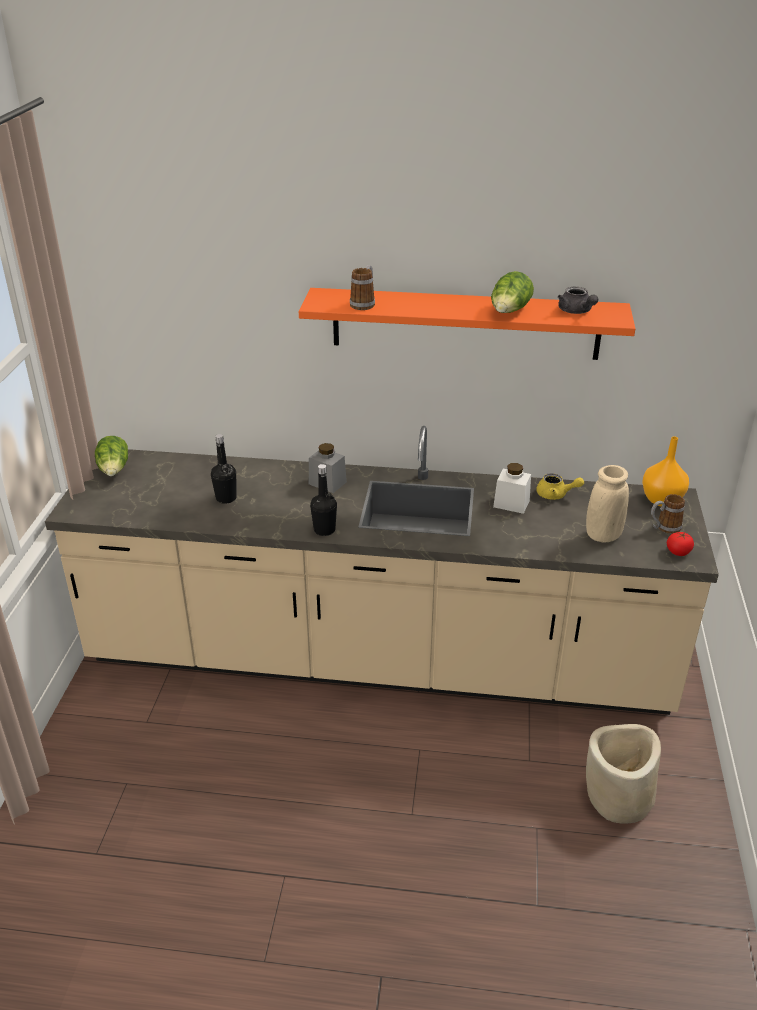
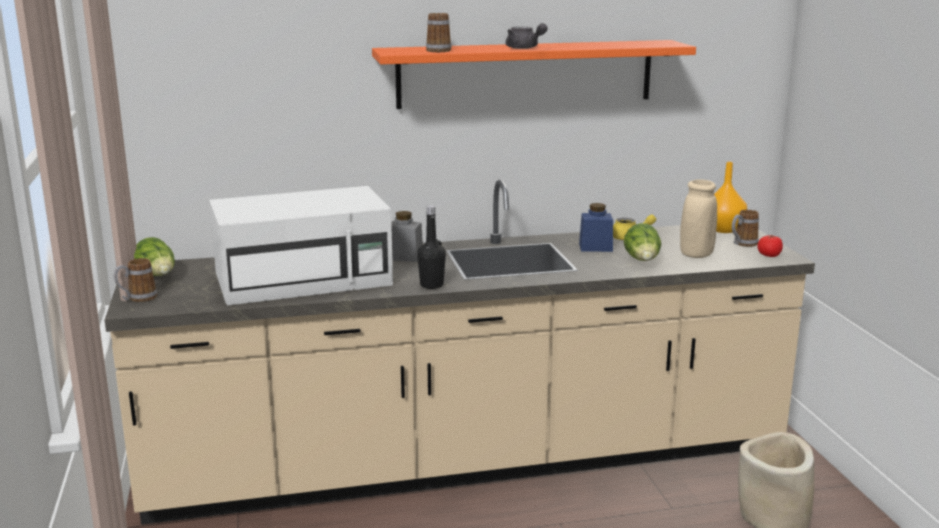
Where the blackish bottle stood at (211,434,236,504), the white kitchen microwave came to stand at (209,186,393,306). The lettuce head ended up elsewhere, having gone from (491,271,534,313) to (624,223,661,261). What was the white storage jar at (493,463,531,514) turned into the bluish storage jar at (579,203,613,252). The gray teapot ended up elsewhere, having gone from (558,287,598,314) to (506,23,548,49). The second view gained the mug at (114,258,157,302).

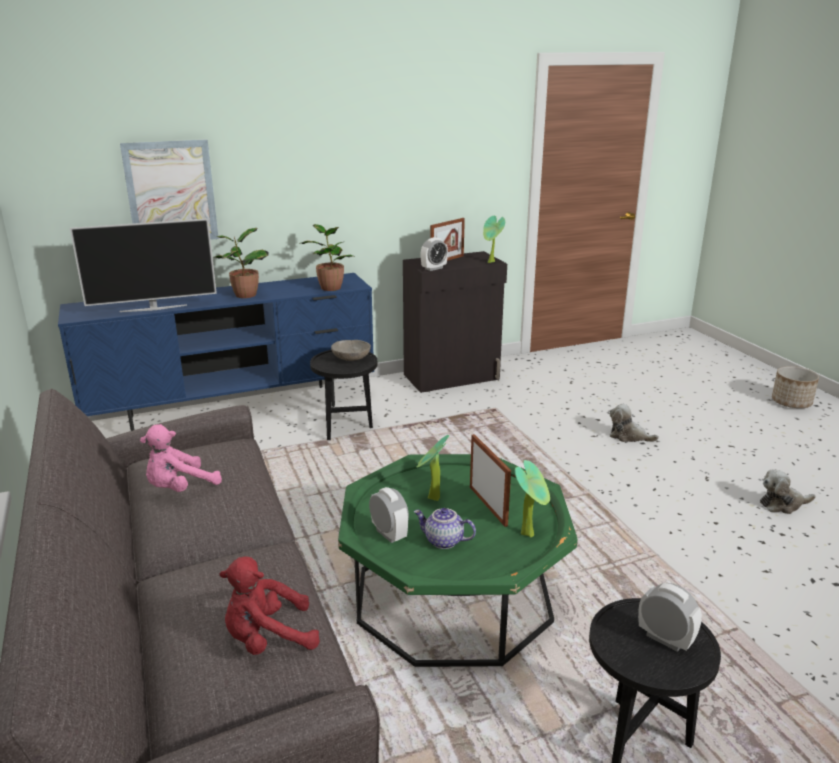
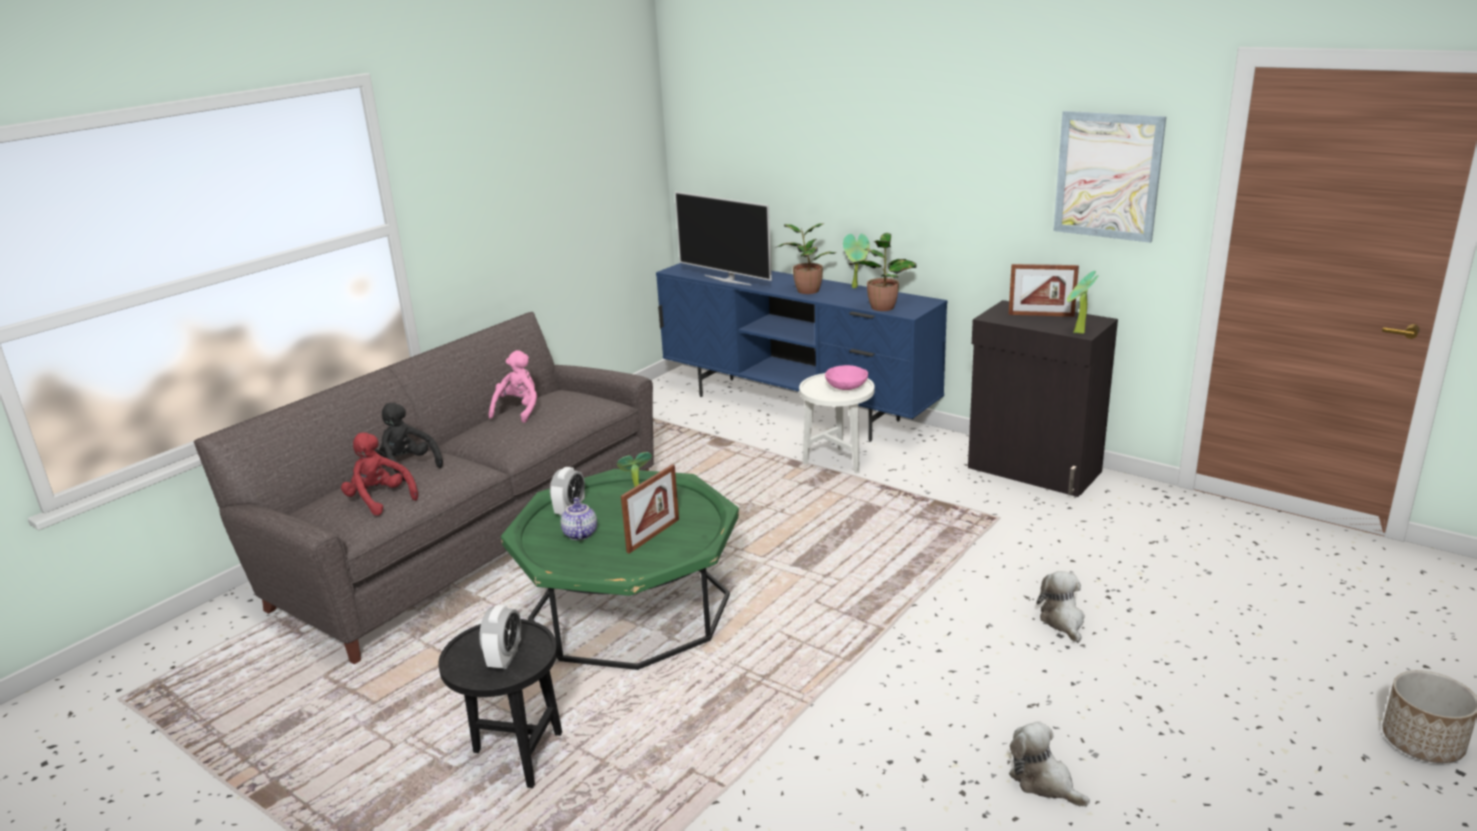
The picture ended up elsewhere, having gone from (120,139,219,240) to (1053,111,1166,243). The pink-coloured plush toy at (140,424,222,492) ended up facing another way, 90 degrees clockwise from before. What was the blackish end table at (310,350,377,440) turned into the white end table at (799,373,875,474). What was the gray serving bowl at (331,340,371,361) turned into the pink-coloured serving bowl at (825,365,868,390). The second view lost the alarm clock at (421,237,448,271). The plant in a pot ended up elsewhere, having gone from (515,460,550,537) to (843,234,870,288). The second view gained the blackish plush toy at (374,403,443,481).

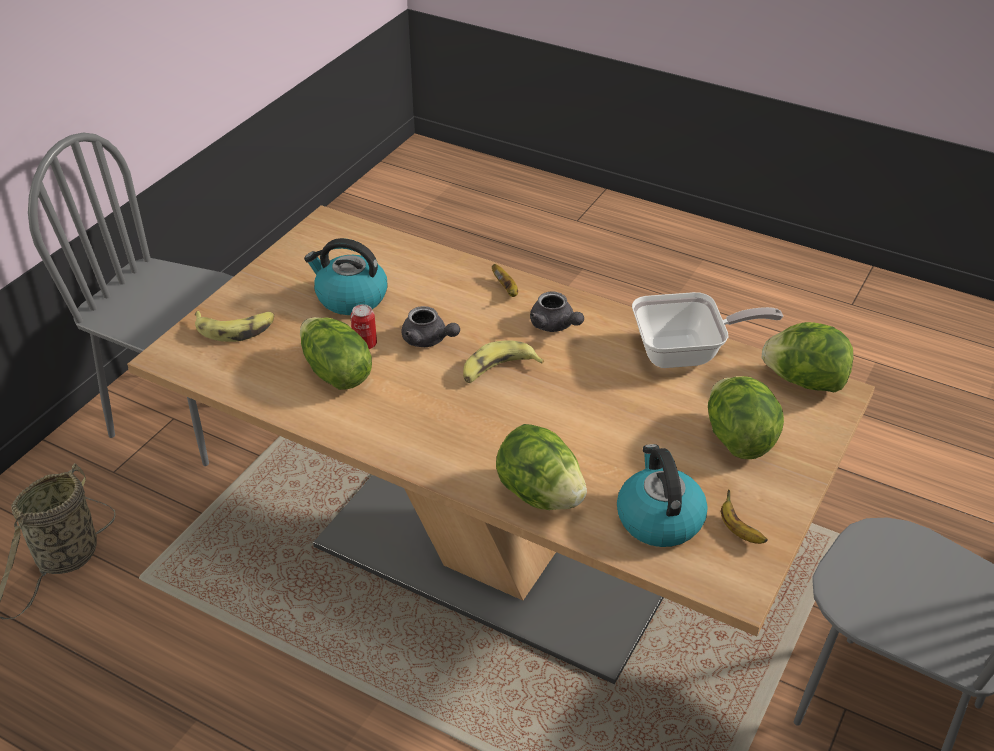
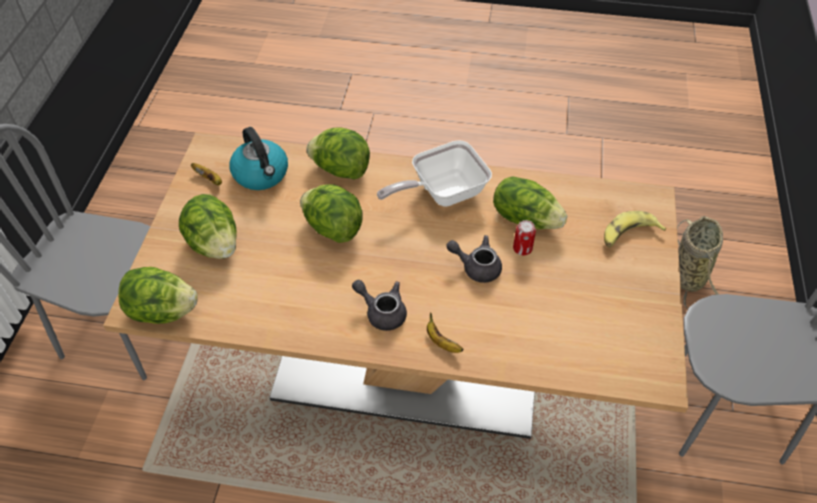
The second view lost the kettle at (304,238,387,315). The second view lost the banana at (463,340,544,383). The pan ended up elsewhere, having gone from (632,292,783,368) to (377,140,492,207). The second view gained the lettuce head at (300,184,363,243).

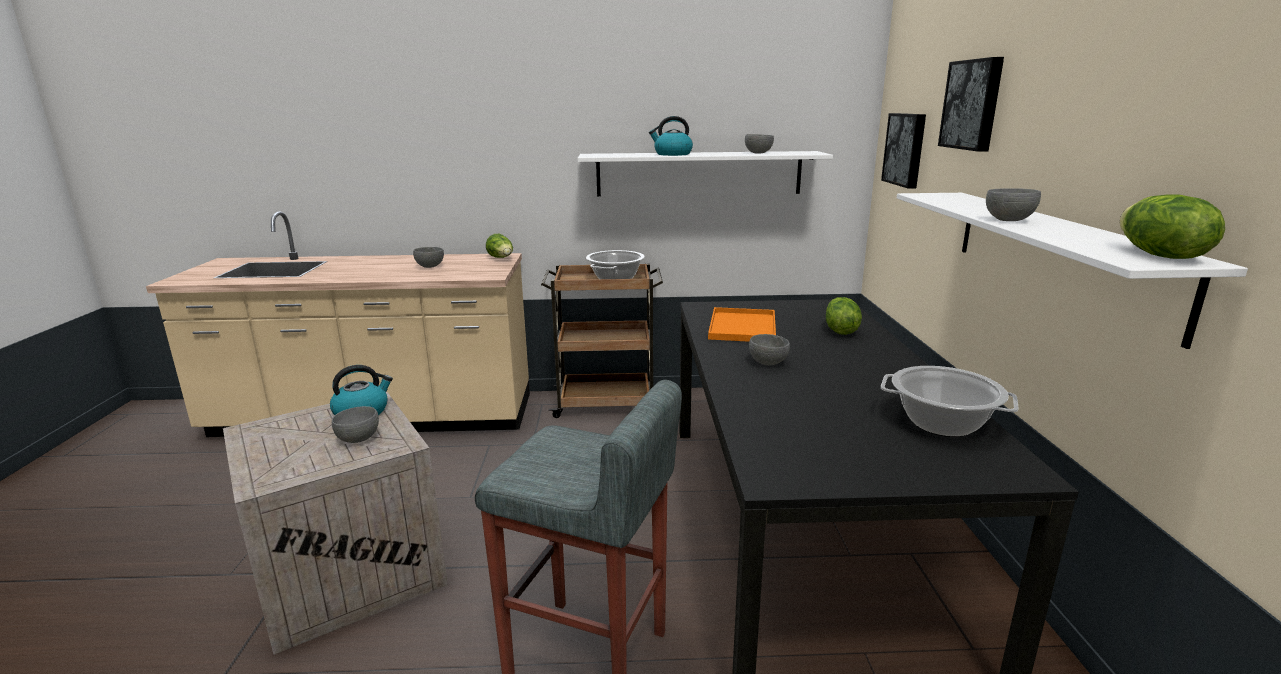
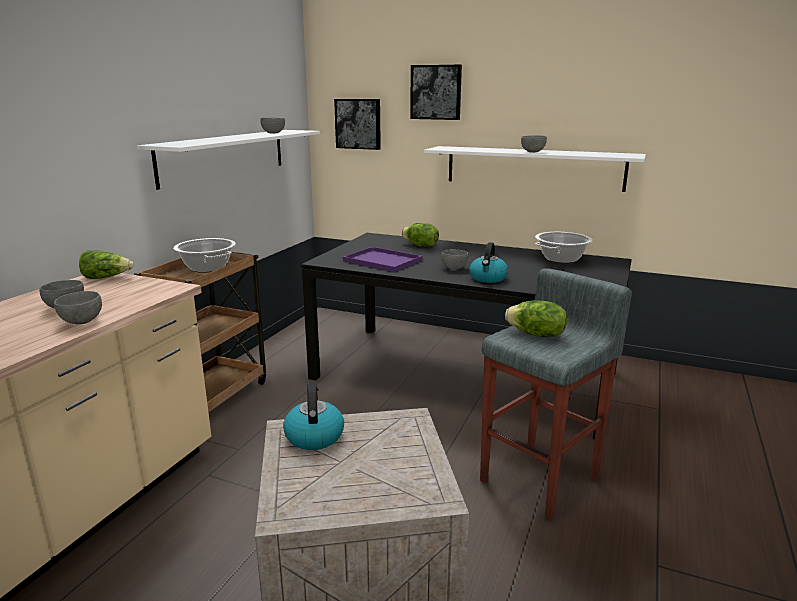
The gray serving bowl ended up elsewhere, having gone from (332,406,379,443) to (54,291,102,325). The kettle ended up elsewhere, having gone from (649,116,693,156) to (469,242,508,283). What was the orange carrying tray at (708,307,776,342) turned into the purplish carrying tray at (343,247,422,272). The lettuce head ended up elsewhere, having gone from (1120,194,1225,259) to (505,301,567,337).

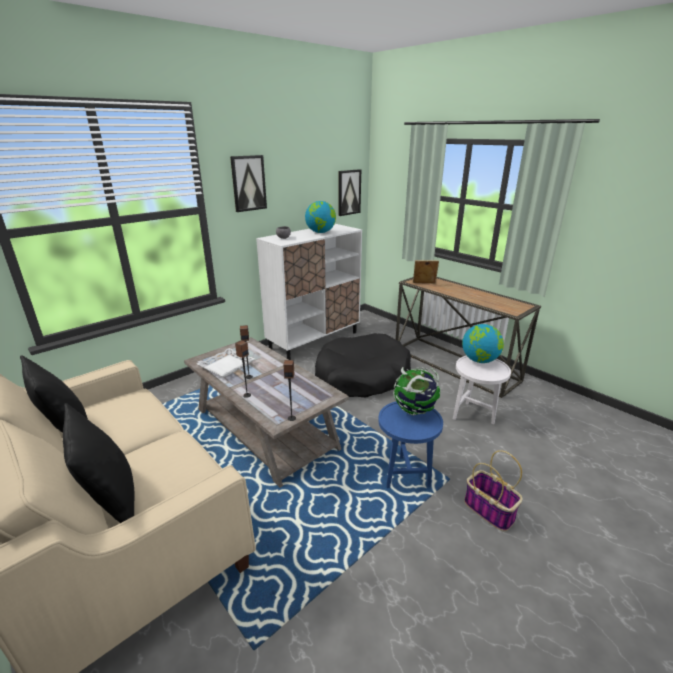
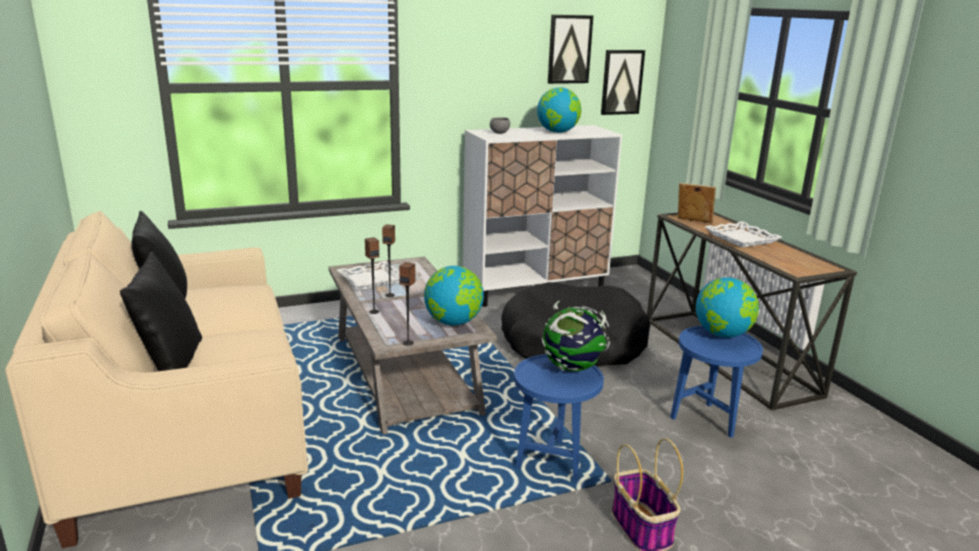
The picture ended up elsewhere, having gone from (230,155,267,212) to (548,15,593,84). What was the white end table at (453,355,511,424) turned into the bluish end table at (670,326,763,438). The second view gained the desk globe at (424,266,484,326). The second view gained the white carrying tray at (705,221,782,247).

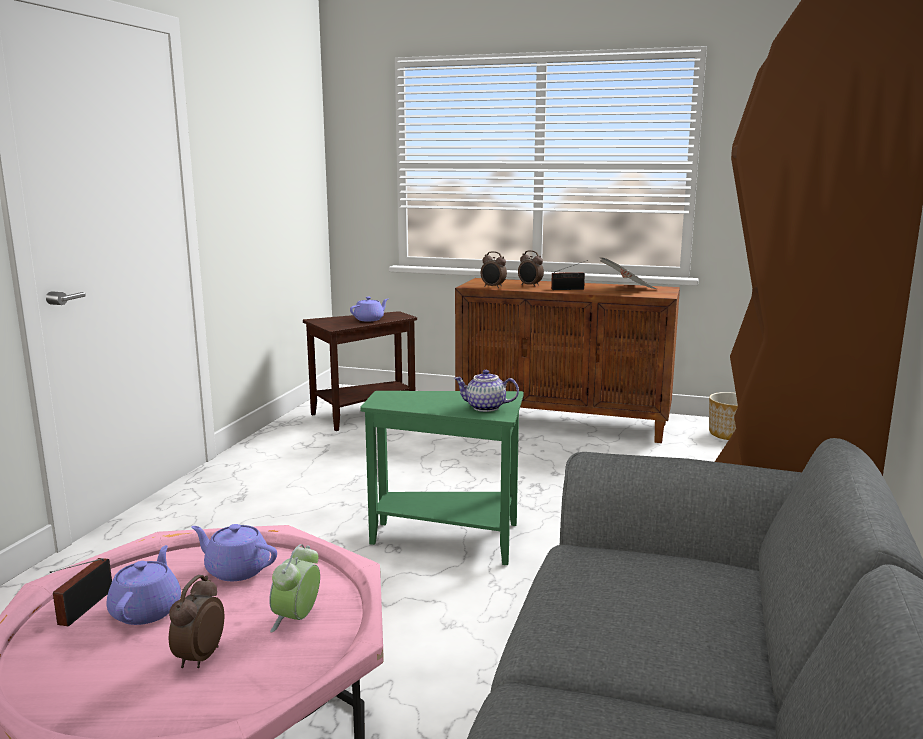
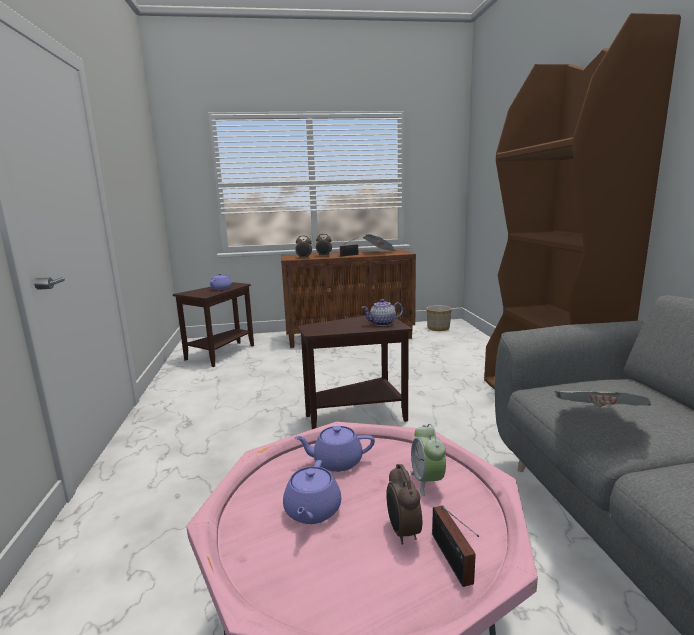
The radio ended up elsewhere, having gone from (49,558,112,626) to (432,505,479,587). The purplish teapot at (106,545,181,625) ended up facing another way, 150 degrees counterclockwise from before. What was the green end table at (360,391,524,565) turned into the brown-coloured end table at (298,316,412,429). The second view gained the daily paper at (554,391,651,407).

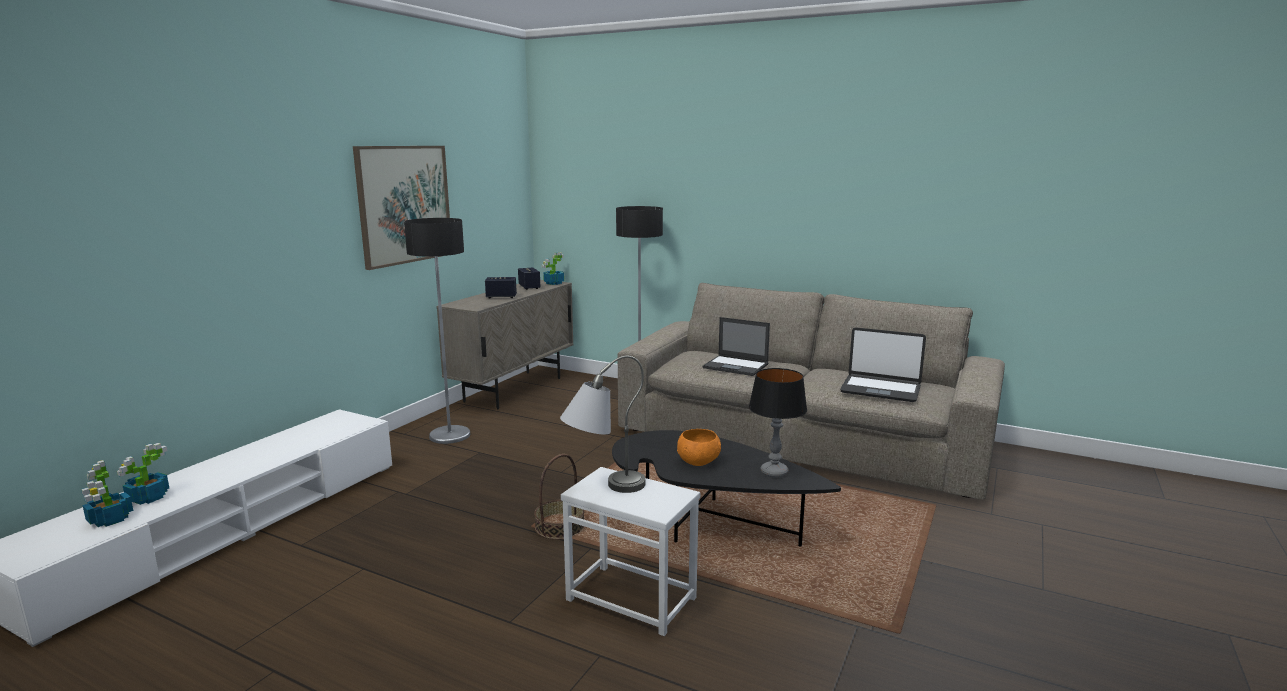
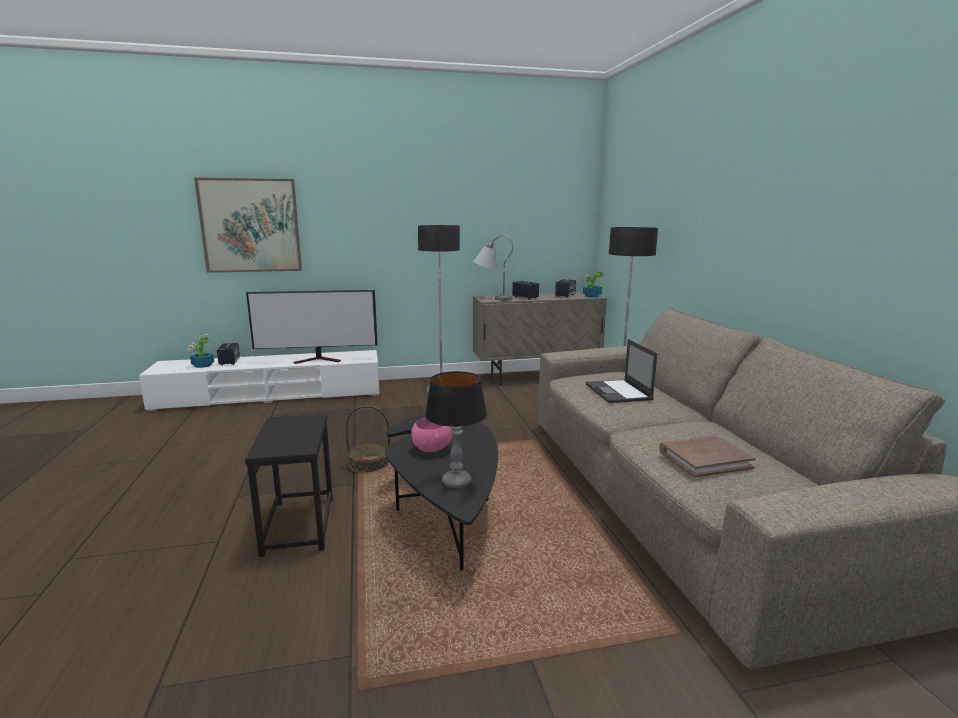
Where the plant in a pot stood at (117,443,169,505), the loudspeaker came to stand at (217,343,240,365). The picture ended up elsewhere, having gone from (353,146,450,270) to (194,178,302,273). The gray tabletop lamp ended up elsewhere, having gone from (560,356,645,493) to (474,235,513,301). What was the white end table at (561,467,700,636) turned into the blackish end table at (245,414,333,557). What was the orange serving bowl at (677,429,721,466) turned into the pink-coloured serving bowl at (411,417,453,452). Where the notebook computer stood at (840,327,926,402), the brown-coloured bound book came to stand at (659,435,756,477). The second view gained the television at (246,290,378,364).

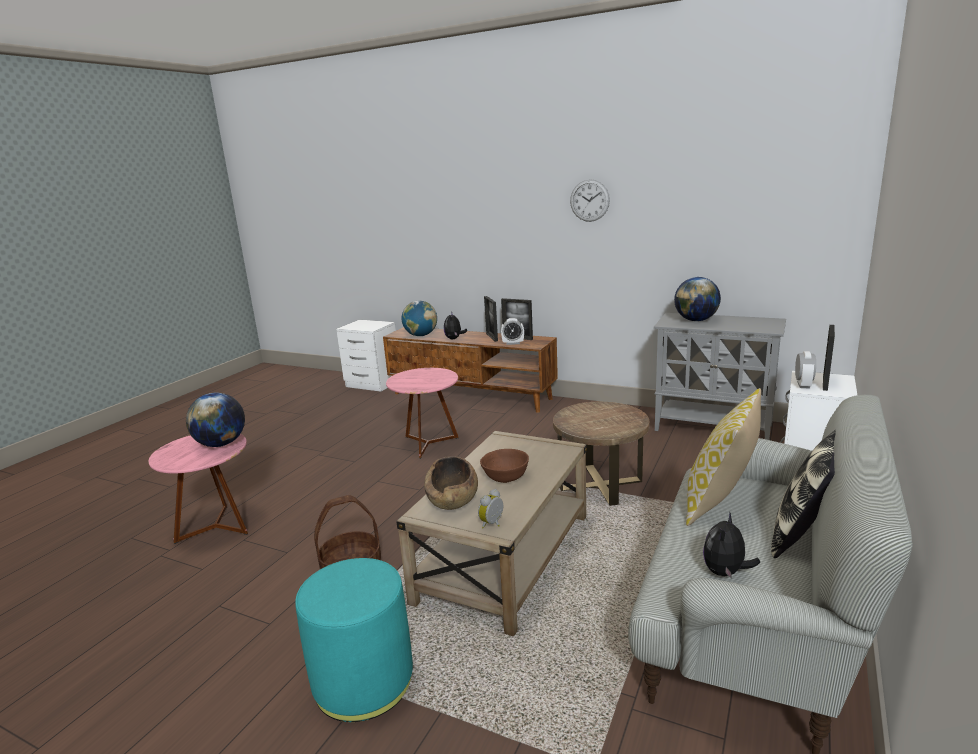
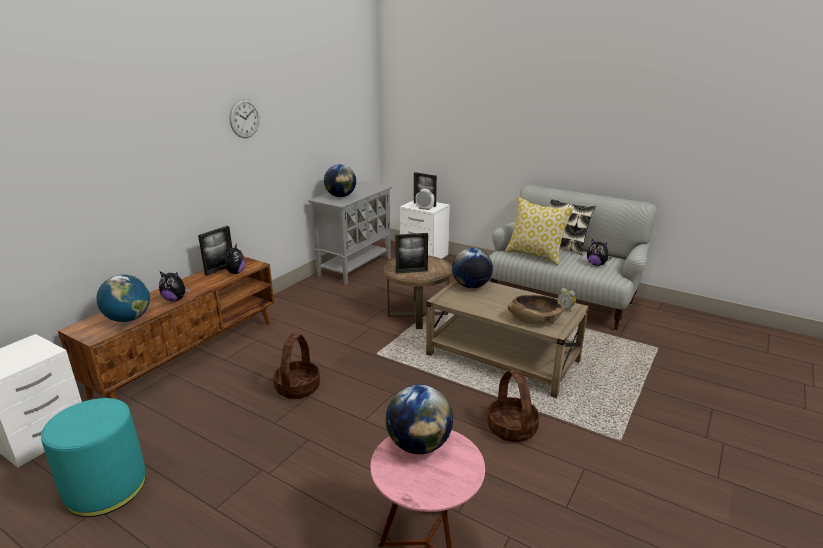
The blue-green pouffe ended up elsewhere, having gone from (295,558,413,722) to (41,398,146,517). Where the pink-coloured end table stood at (386,368,458,459), the basket came to stand at (273,333,320,399). The second view lost the brown-coloured serving bowl at (480,449,529,483). The standing frame ended up elsewhere, having gone from (484,296,498,342) to (395,233,428,274). Where the alarm clock stood at (501,318,524,345), the plush toy came to stand at (218,243,245,274). The second view gained the desk globe at (452,248,493,288).

